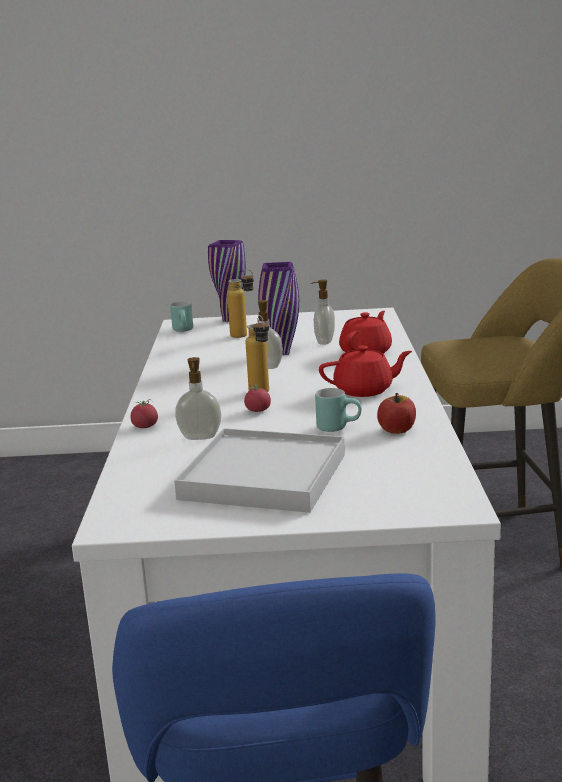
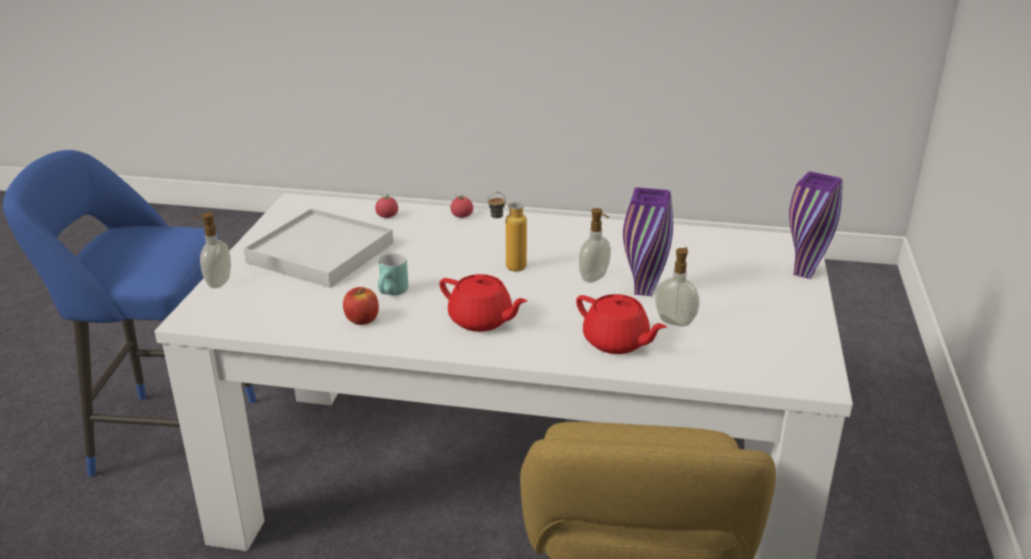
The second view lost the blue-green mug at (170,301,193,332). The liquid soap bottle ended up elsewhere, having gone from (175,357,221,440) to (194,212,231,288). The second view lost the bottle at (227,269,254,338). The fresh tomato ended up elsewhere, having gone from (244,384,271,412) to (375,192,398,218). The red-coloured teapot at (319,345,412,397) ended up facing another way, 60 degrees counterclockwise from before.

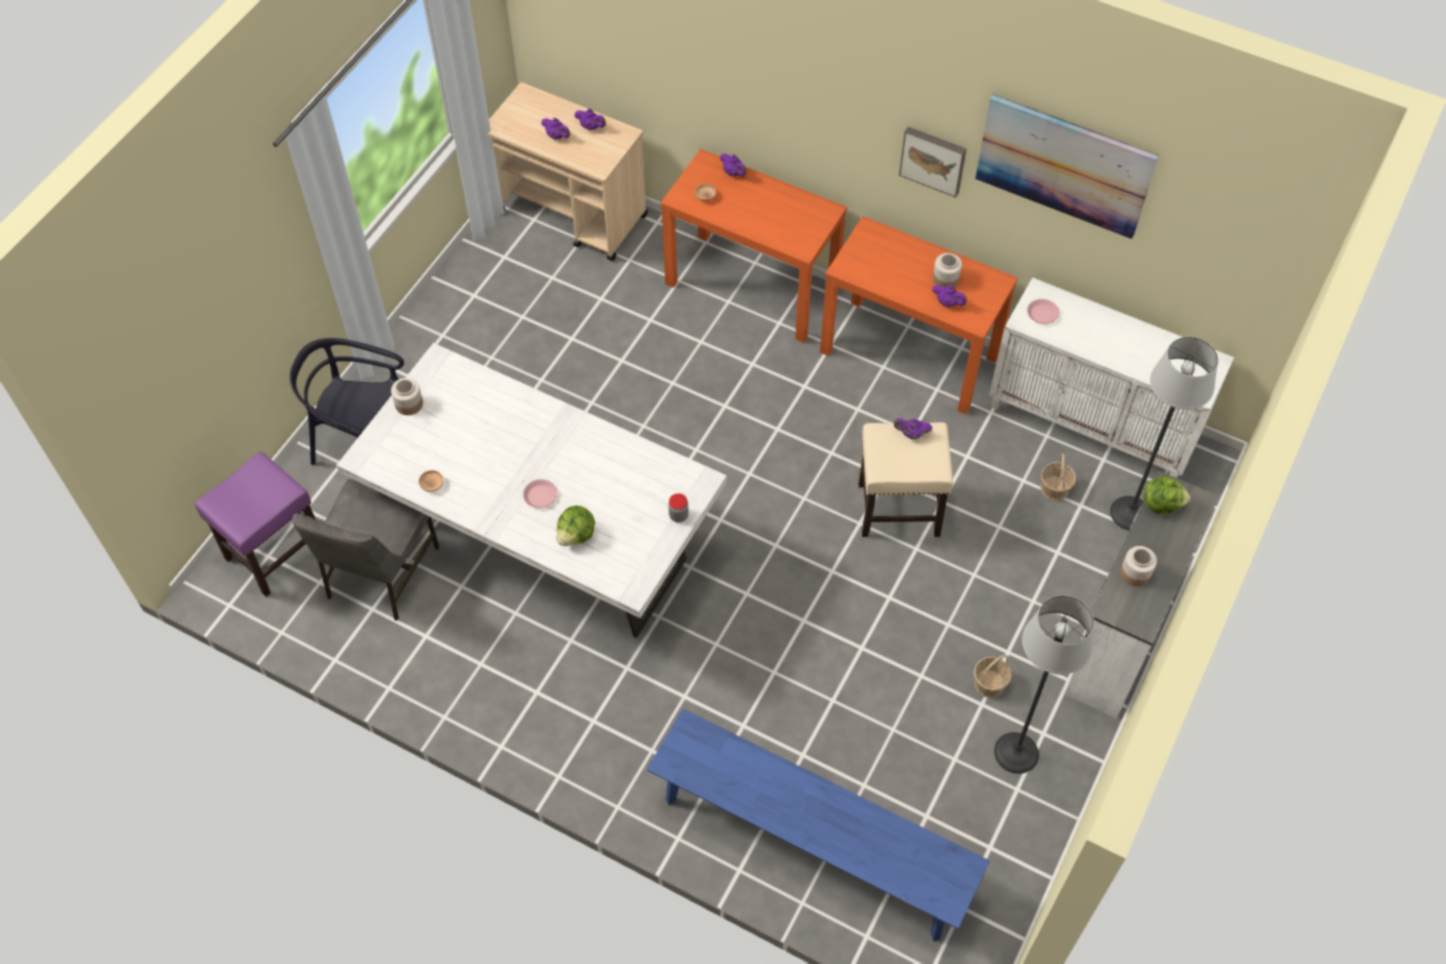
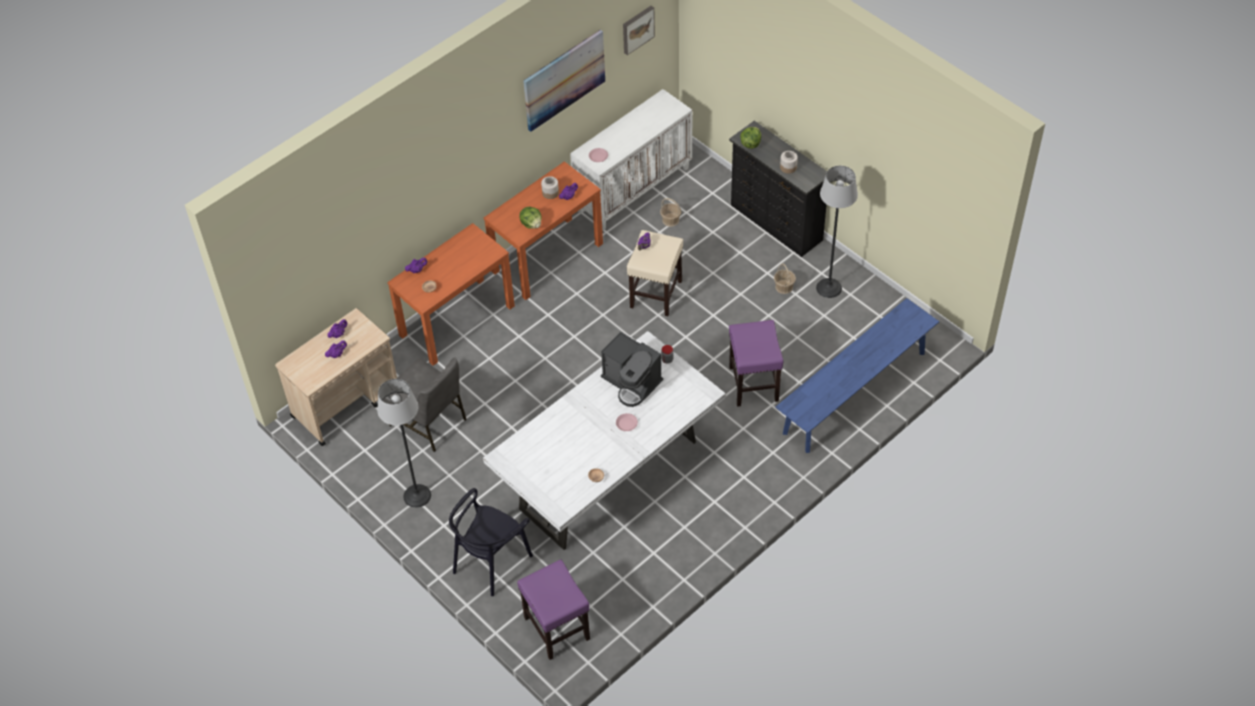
The gray upright chair ended up elsewhere, having gone from (292,479,439,621) to (382,358,467,452). The second view lost the storage jar at (391,378,423,415). The lettuce head ended up elsewhere, having gone from (557,506,595,546) to (519,206,542,229). The picture ended up elsewhere, having gone from (899,127,966,198) to (623,6,655,55). What was the white dresser at (1065,470,1219,719) turned into the blackish dresser at (729,121,827,257). The standing lamp ended up elsewhere, having gone from (1110,337,1218,531) to (377,379,431,508). The second view gained the coffee machine at (601,332,663,407). The second view gained the purplish stool at (729,320,783,407).

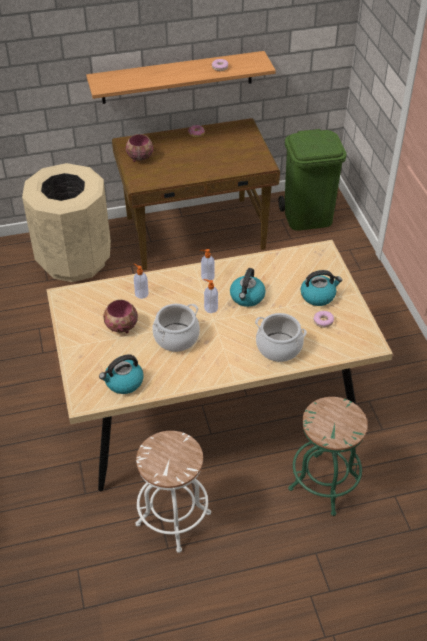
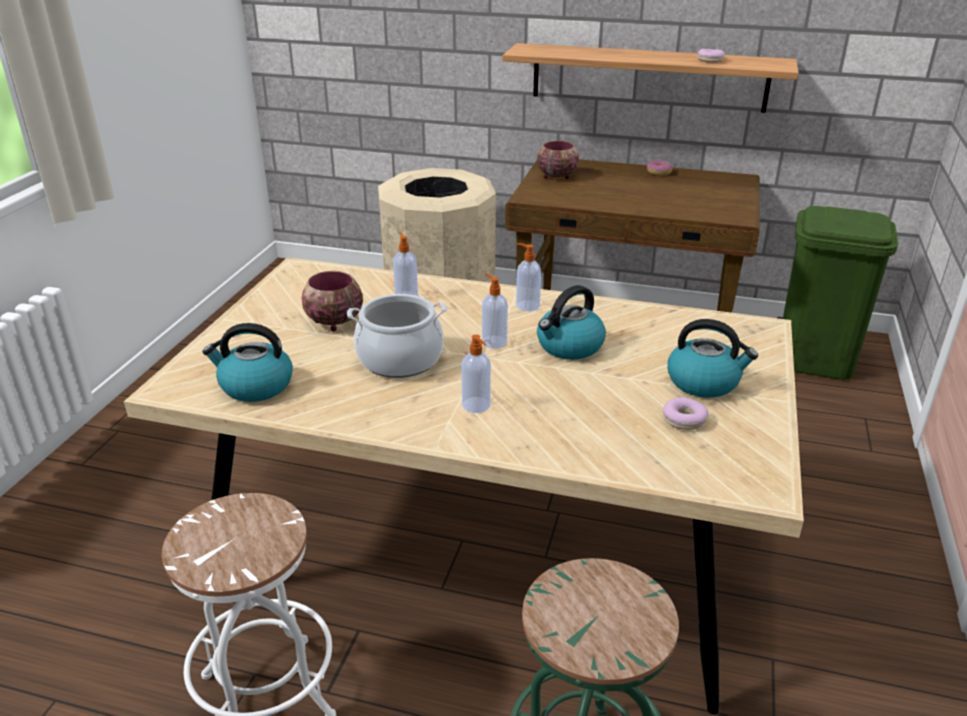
The second view lost the stockpot at (255,313,307,362). The second view gained the liquid soap bottle at (461,335,491,413).

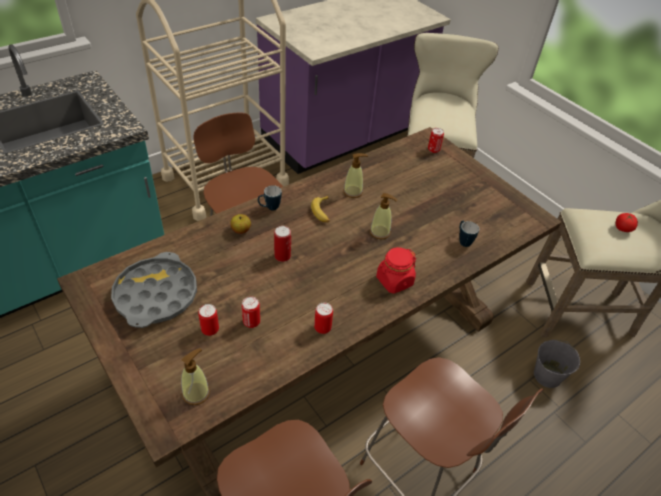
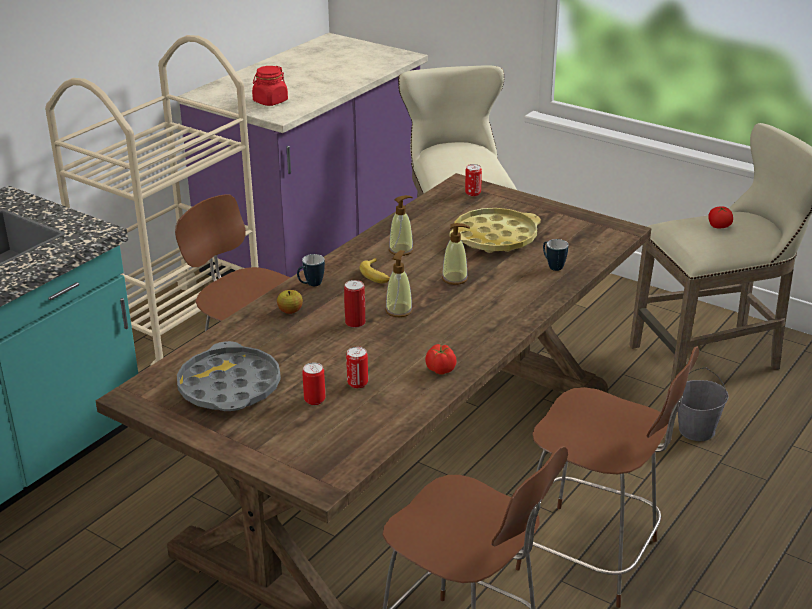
The liquid soap bottle ended up elsewhere, having gone from (181,348,210,405) to (385,250,413,317). Where the metal can stood at (314,302,333,334), the fresh tomato came to stand at (425,344,457,374). The red-coloured storage jar ended up elsewhere, having gone from (376,247,416,294) to (252,66,288,106). The second view gained the yellow-coloured carrying tray at (450,208,541,253).

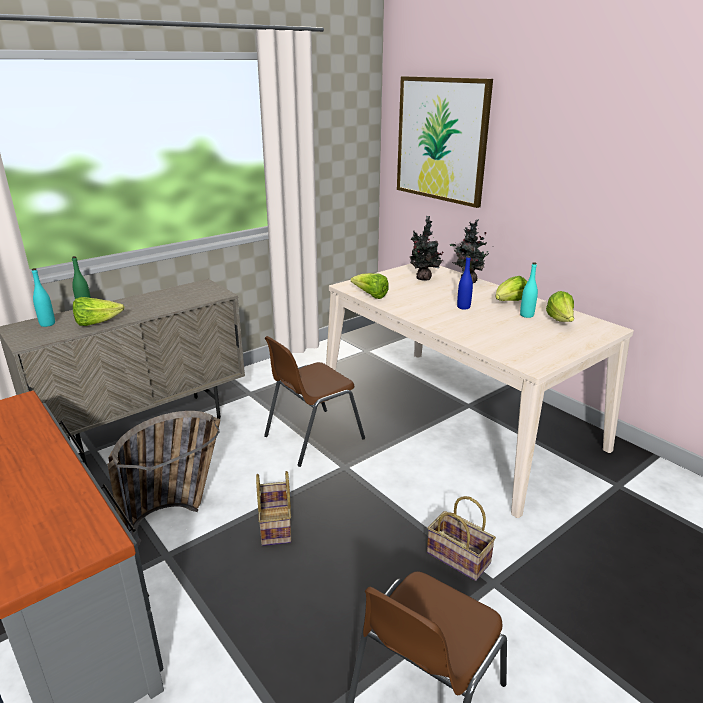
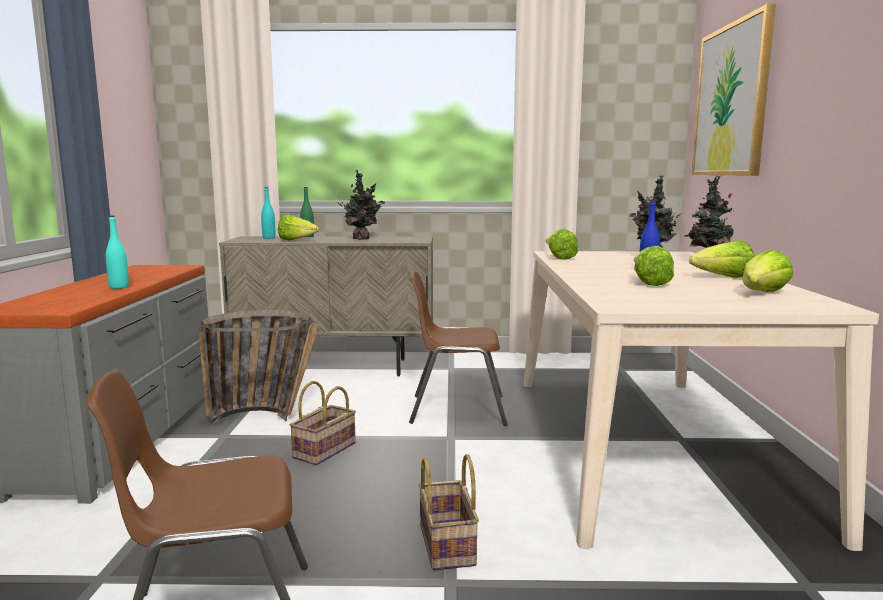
The blue-green bottle ended up elsewhere, having gone from (520,262,538,318) to (106,215,129,289). The second view gained the plant in a pot at (337,170,385,240). The second view gained the lettuce head at (634,246,674,286).

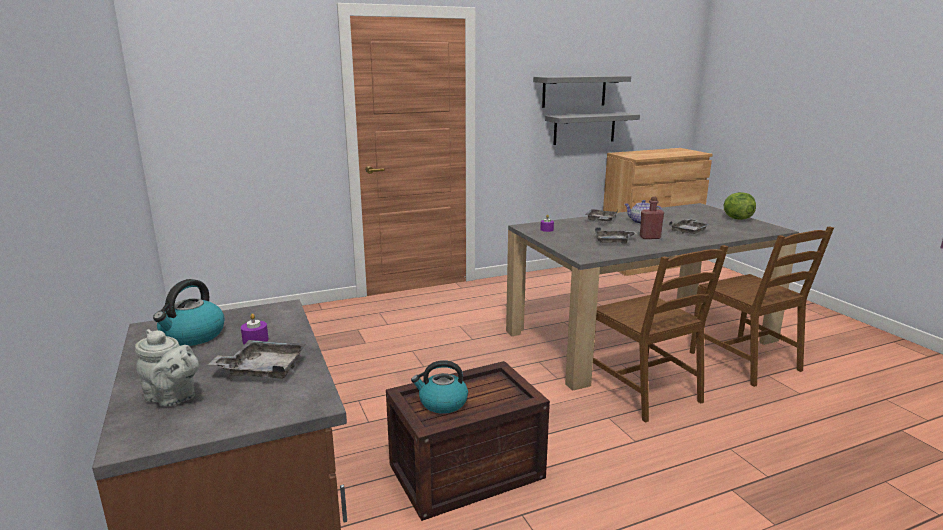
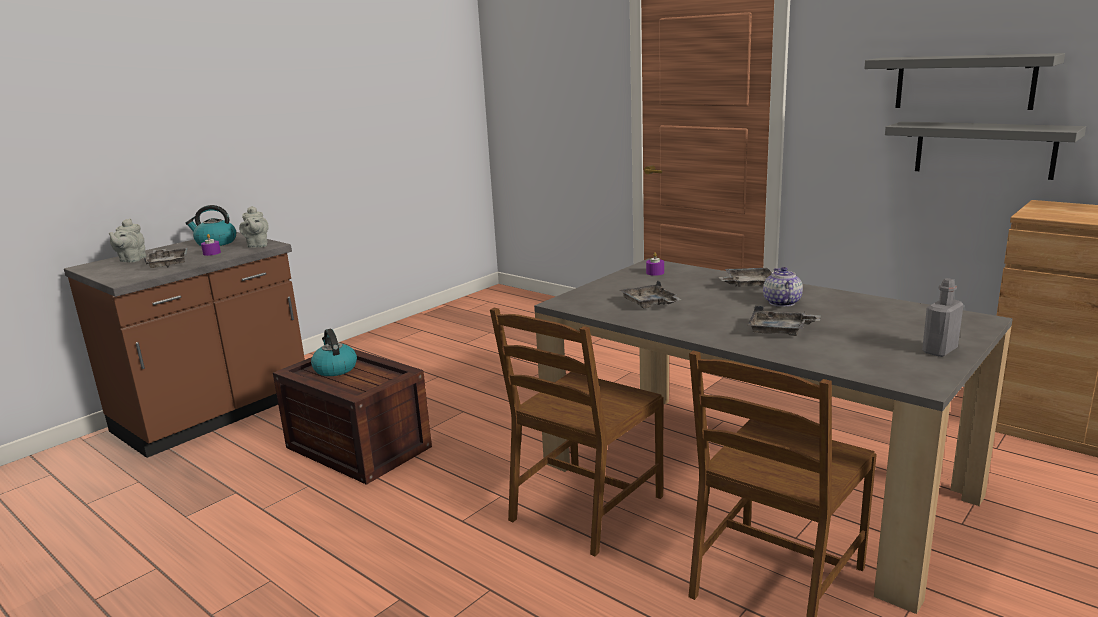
The second view lost the red-coloured bottle at (640,197,664,239). Where the lettuce head stood at (724,192,756,220), the gray bottle came to stand at (922,278,964,357). The second view gained the gray teapot at (239,206,268,248).

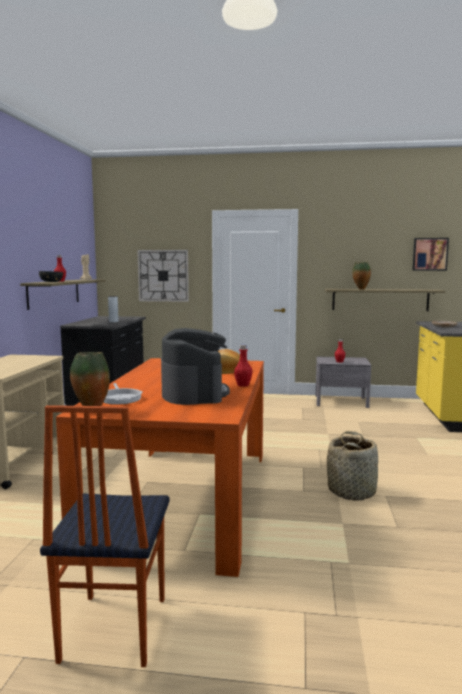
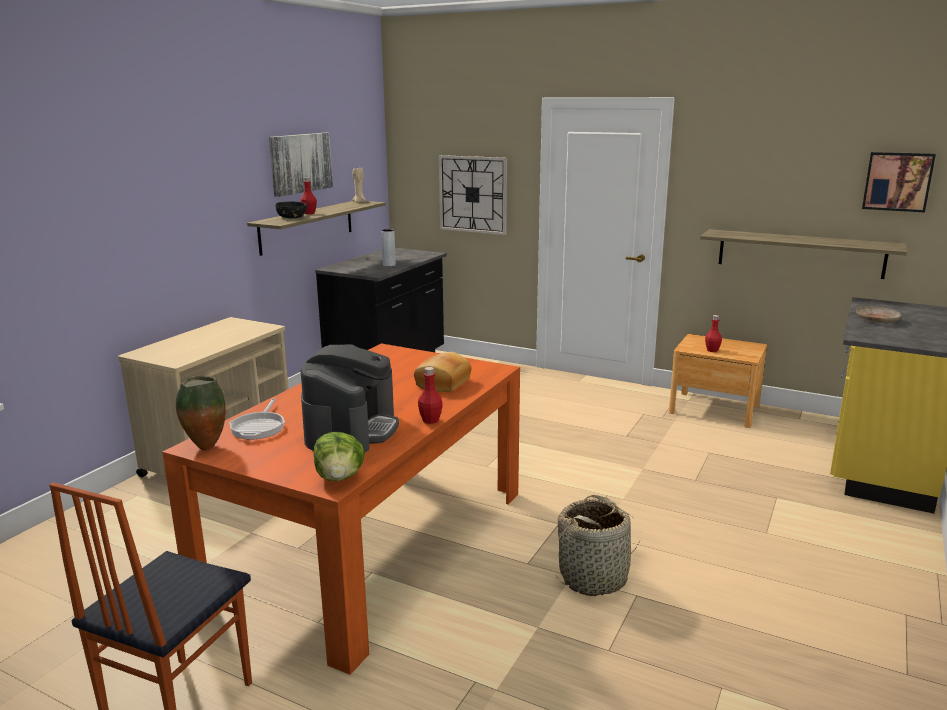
What was the gray nightstand at (316,357,371,408) turned into the brown-coloured nightstand at (669,334,767,428). The second view lost the vase at (352,262,371,290). The second view gained the picture at (269,133,333,197). The second view gained the lettuce head at (314,432,365,481).

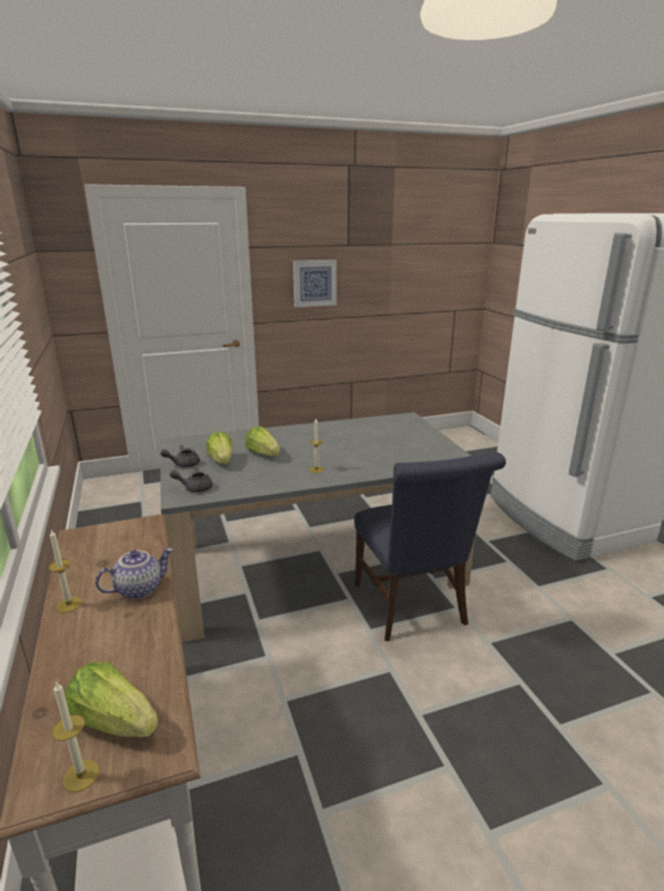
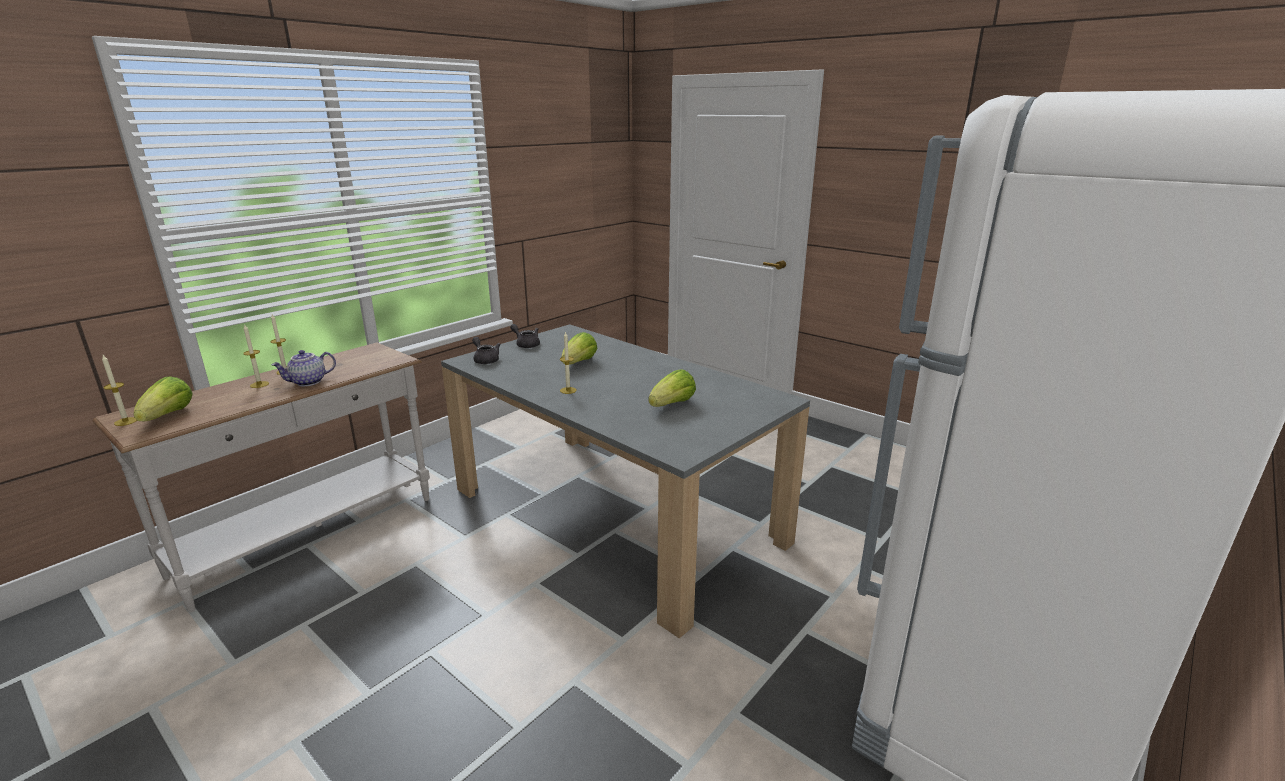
The teapot at (95,548,173,599) ended up facing another way, 120 degrees clockwise from before. The lettuce head ended up elsewhere, having gone from (206,432,233,464) to (648,369,696,407). The second view lost the picture at (293,260,337,307). The second view lost the bluish upright chair at (354,451,506,641). The second view gained the wax candle at (243,325,269,388).

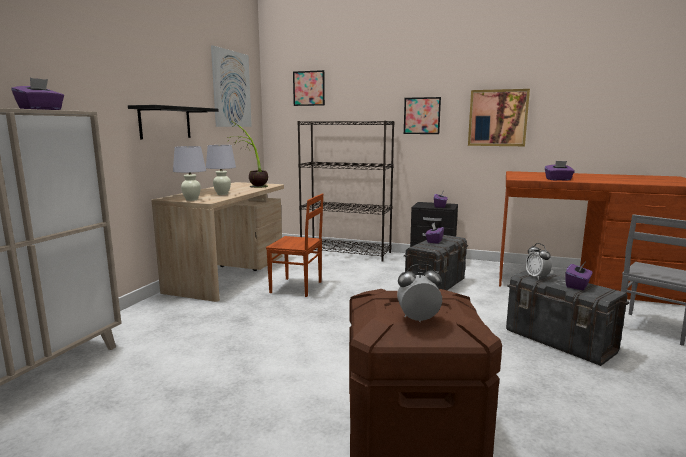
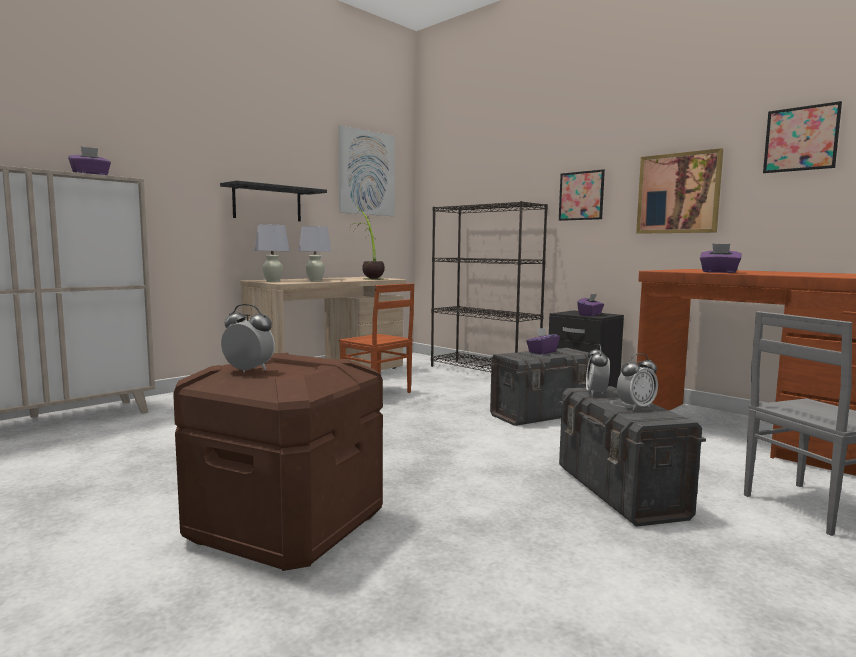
The picture ended up elsewhere, having gone from (293,70,325,106) to (763,101,842,173). Where the purplish box of tissues stood at (565,261,593,290), the alarm clock came to stand at (617,353,658,410).

